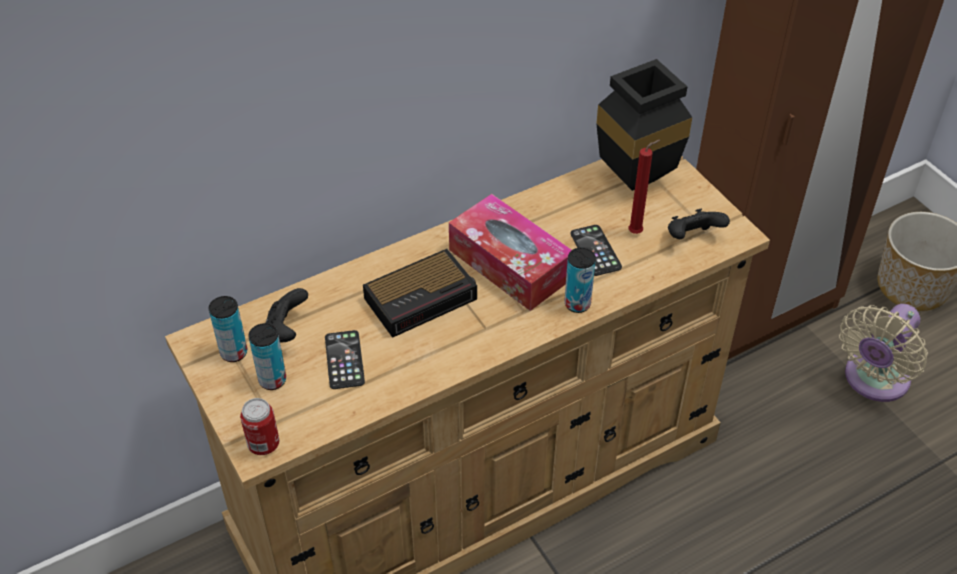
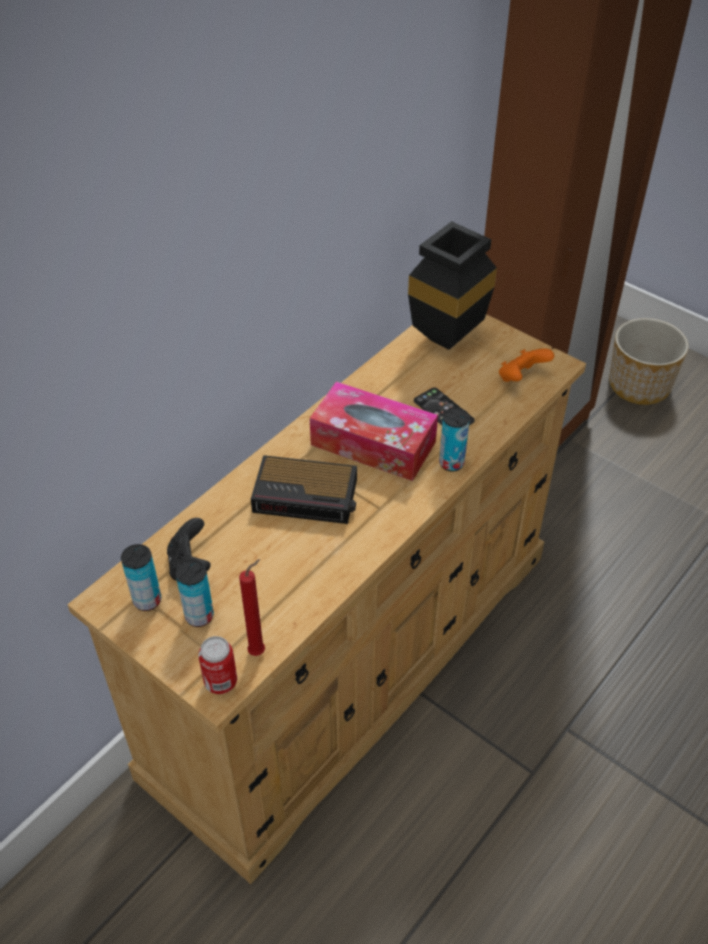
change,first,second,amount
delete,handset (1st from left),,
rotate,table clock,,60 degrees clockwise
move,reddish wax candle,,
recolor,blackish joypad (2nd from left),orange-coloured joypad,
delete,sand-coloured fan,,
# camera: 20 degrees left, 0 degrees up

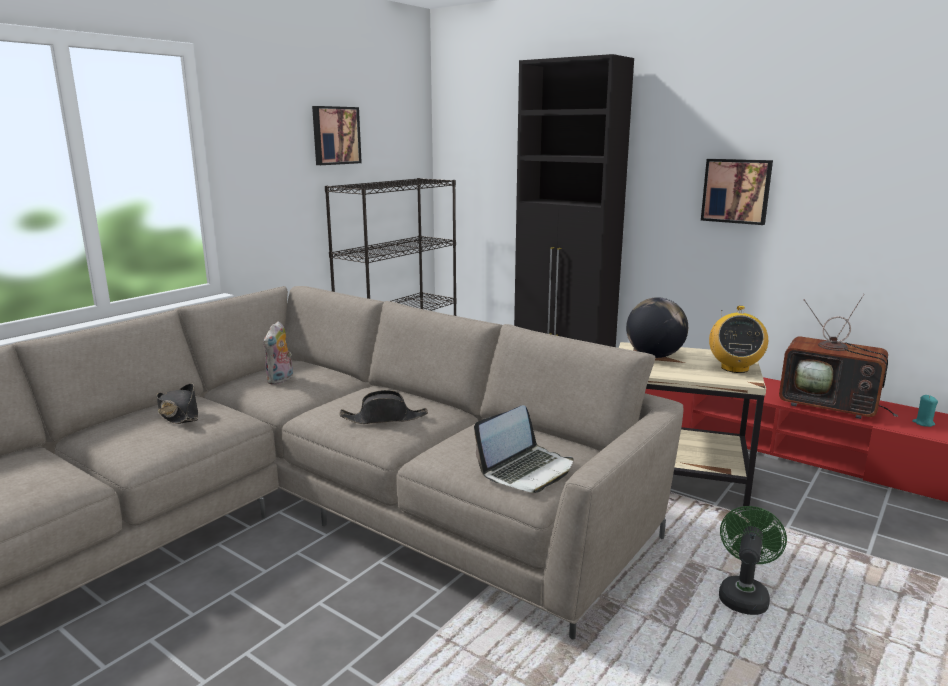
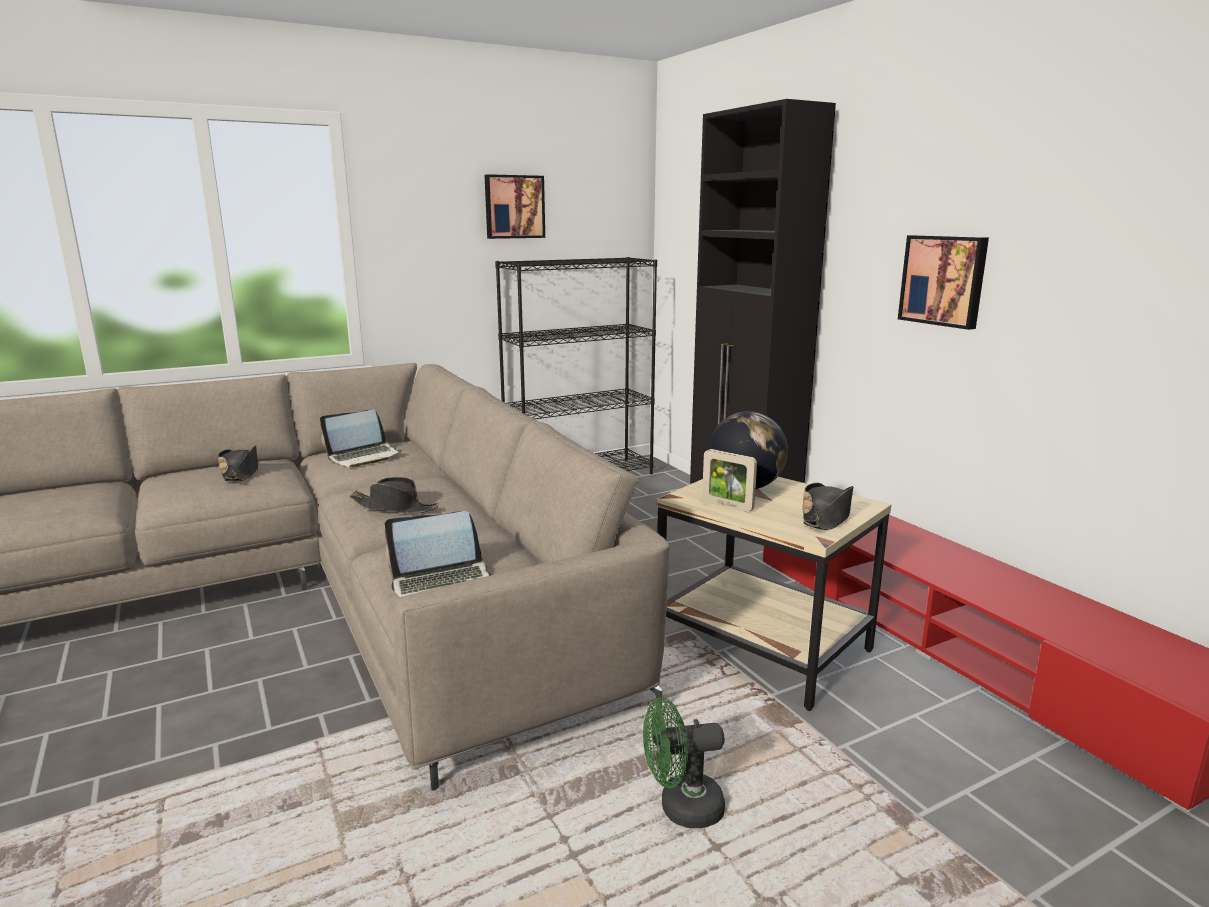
change,first,second,amount
replace,soft toy,notebook computer (1st from left),
replace,radio receiver,blackish hat (3rd from left),
rotate,green fan,,150 degrees counterclockwise
delete,TV,,
delete,turquoise wax candle,,
insert,,picture frame,
# camera: 25 degrees right, 0 degrees up

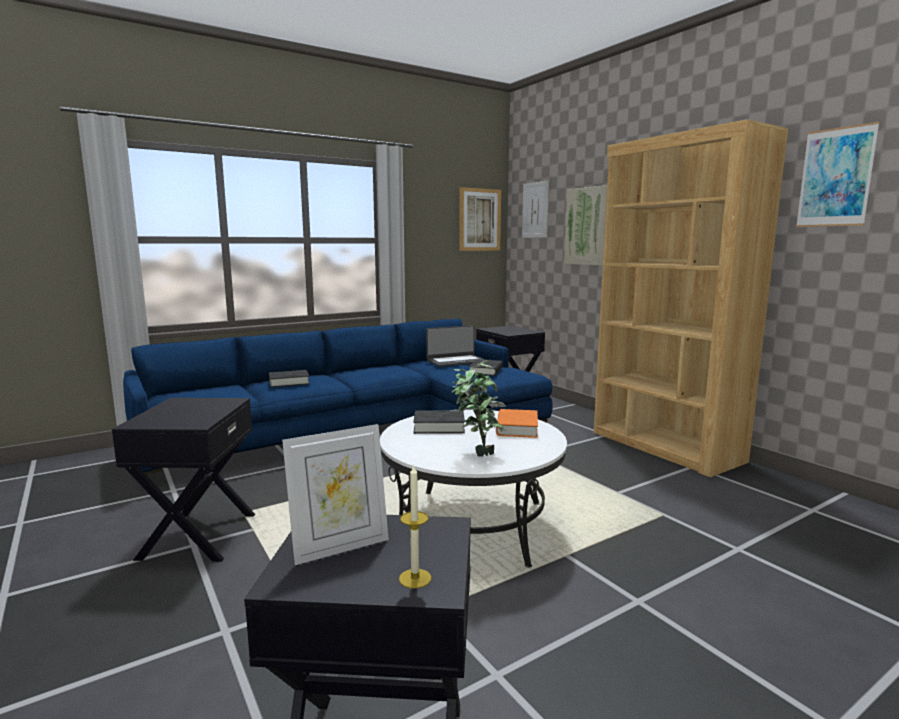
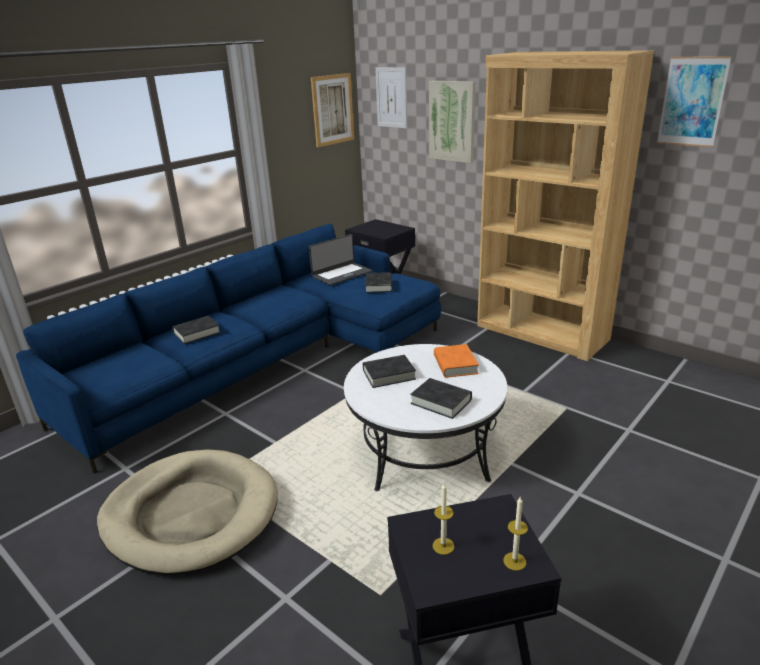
change,first,second,amount
replace,blackish side table (1st from left),sand-coloured pet bed,
replace,picture frame,wax candle (1st from left),
replace,houseplant,blackish volume (4th from left),
# camera: 15 degrees left, 15 degrees up

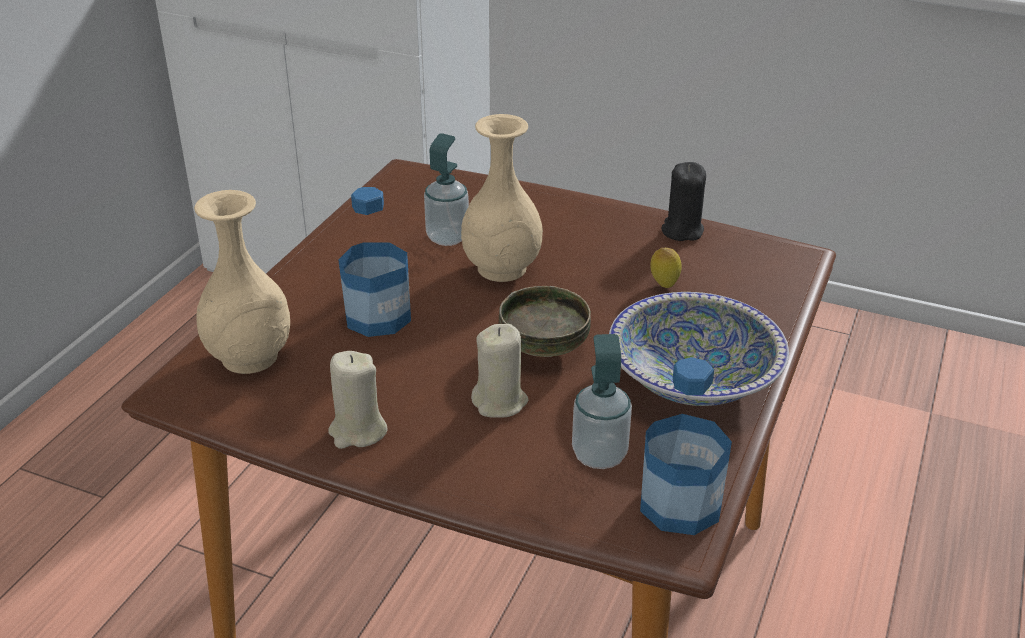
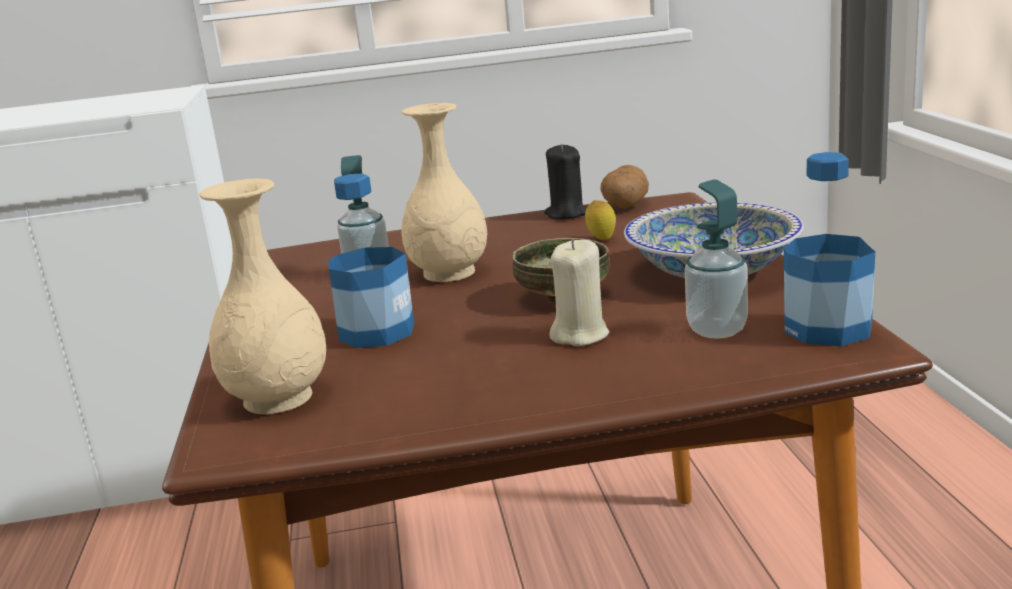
change,first,second,amount
delete,sand-coloured wax candle (1st from left),,
insert,,spud,
# camera: 30 degrees left, 15 degrees down

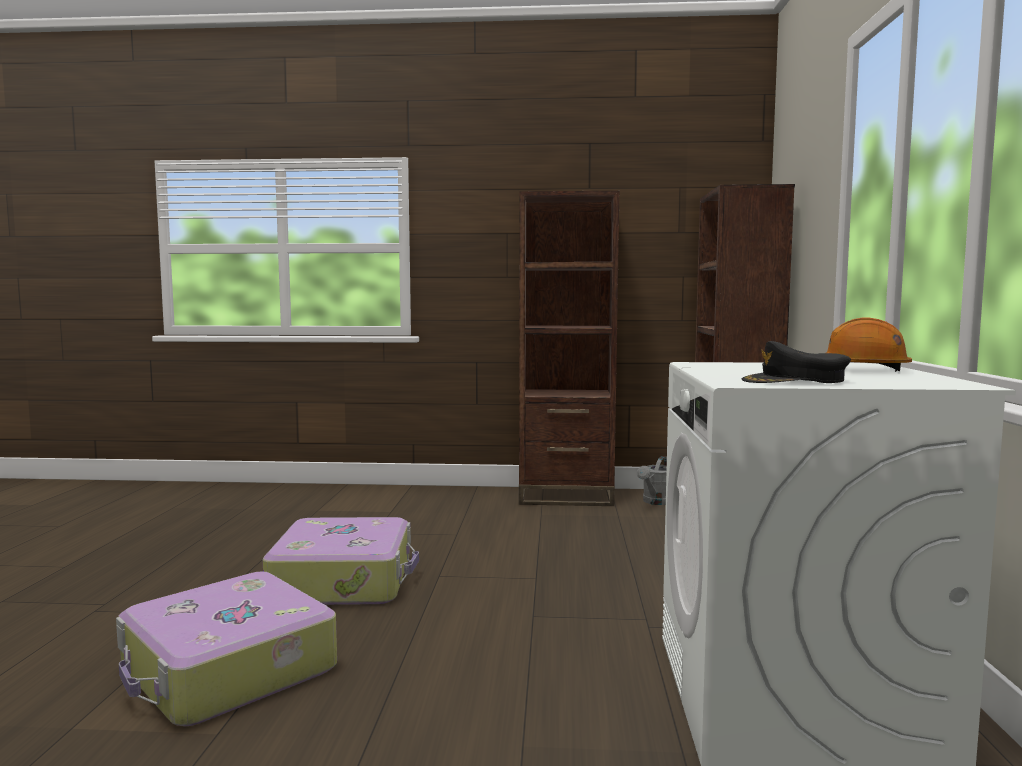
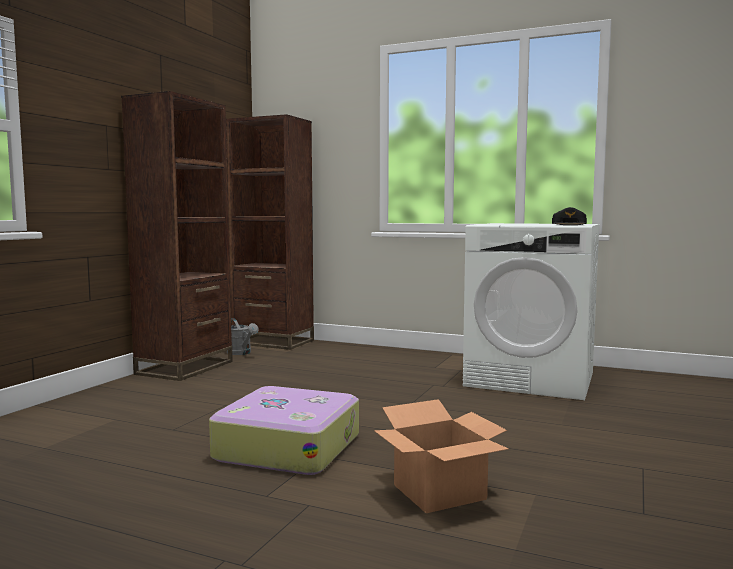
change,first,second,amount
replace,travel case (1st from left),packing box,
delete,orange-coloured work helmet,,
# camera: 70 degrees left, 0 degrees up

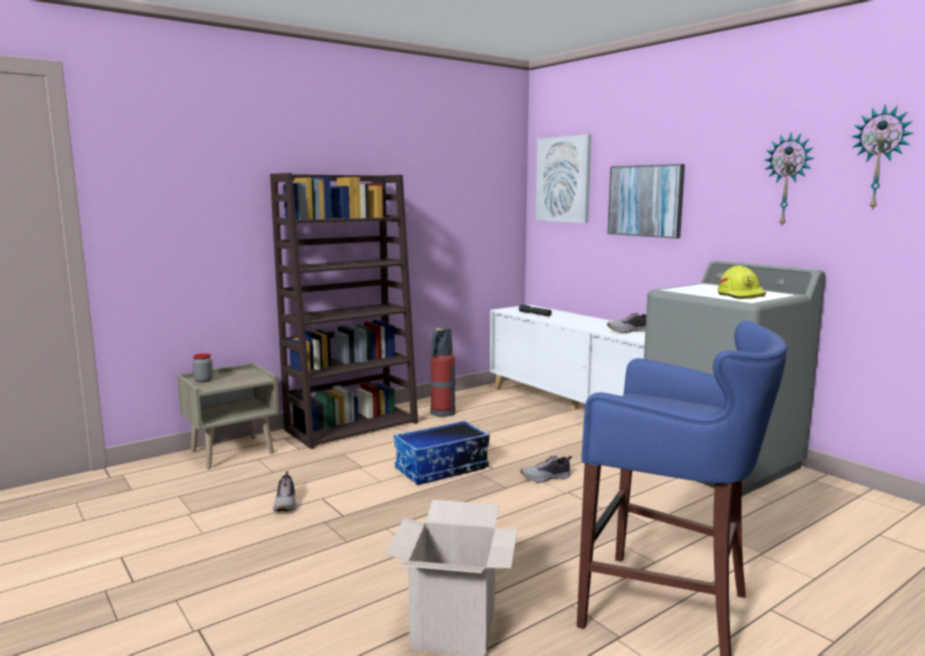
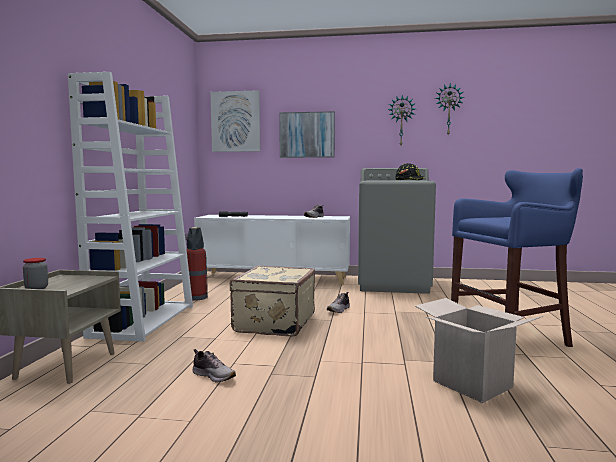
change,first,second,amount
recolor,brownish bookcase,whitish bookcase,
replace,storage box,sand-coloured travel case,
recolor,yellowish work helmet,blackish work helmet,
# camera: 45 degrees left, 5 degrees down

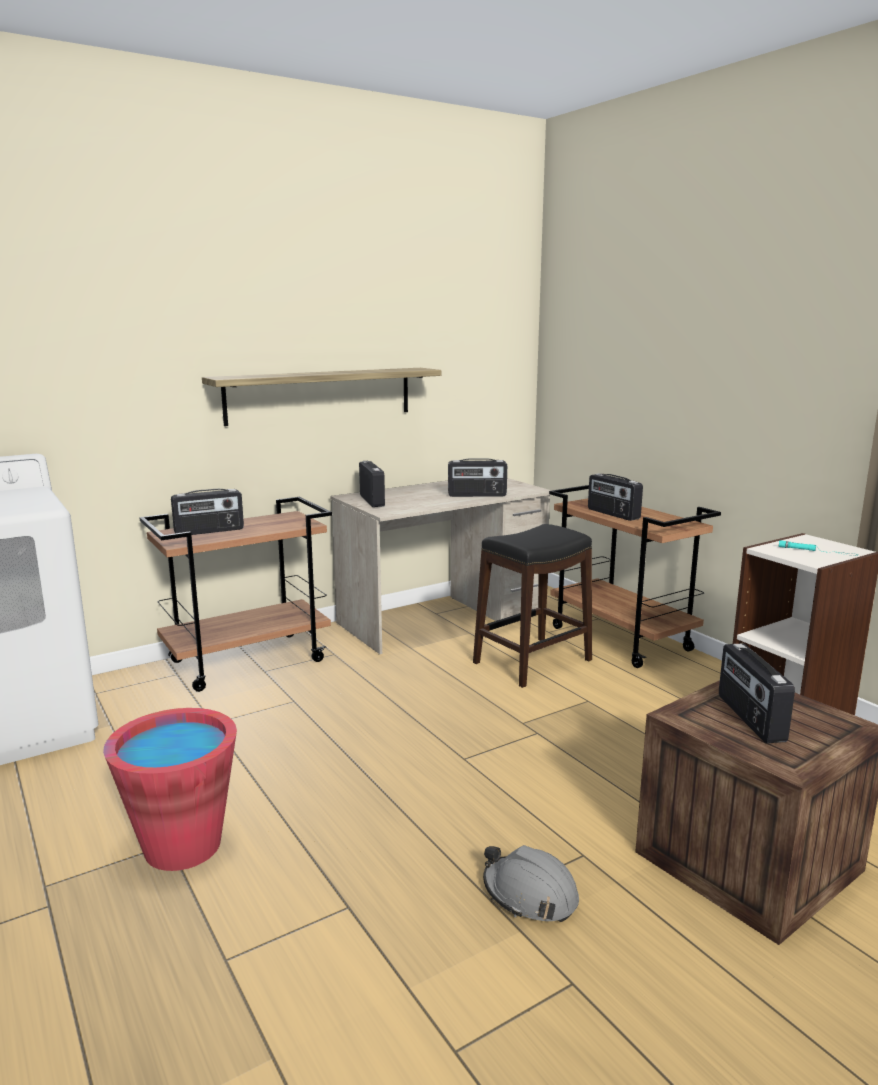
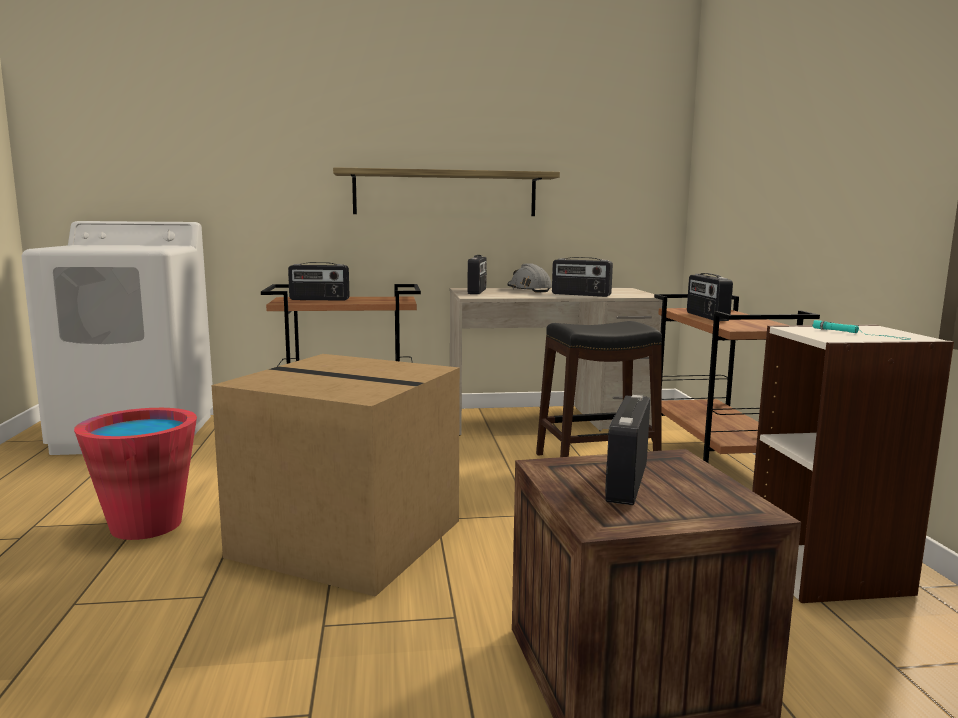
change,first,second,amount
move,grey work helmet,,
insert,,packing box,
# camera: 25 degrees right, 5 degrees down

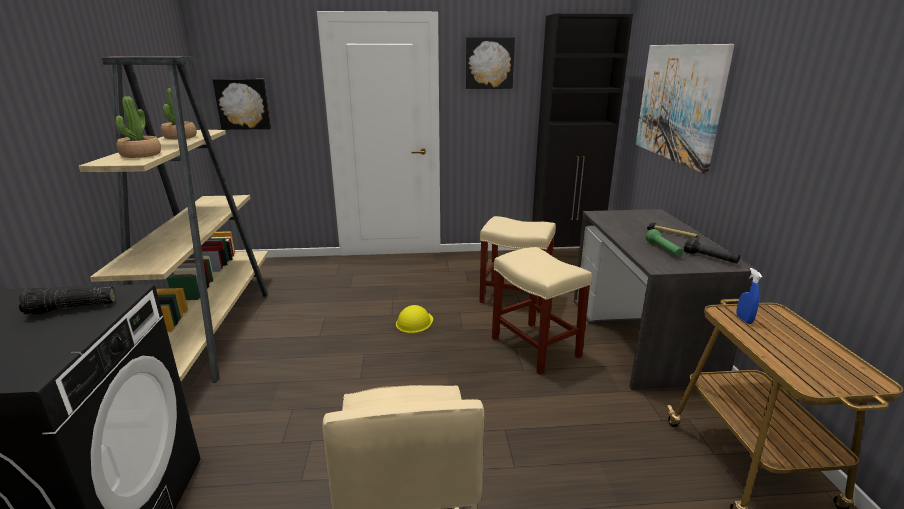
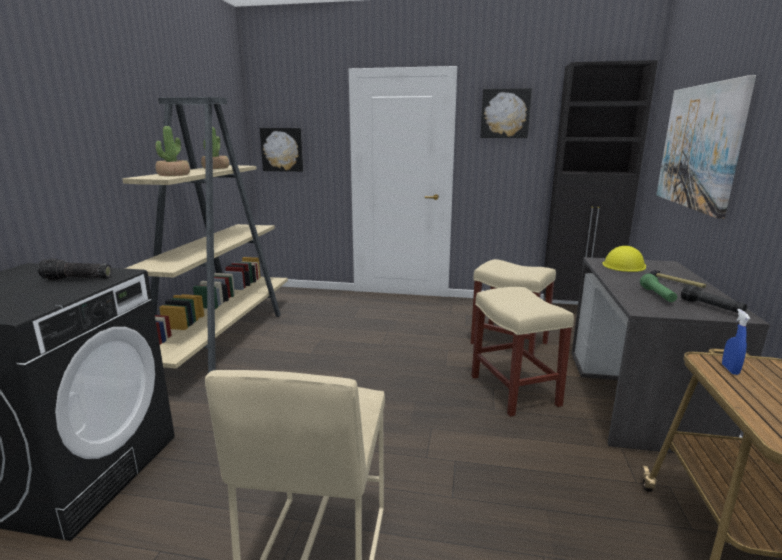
change,first,second,amount
move,yellowish work helmet,,
# camera: 15 degrees right, 5 degrees down

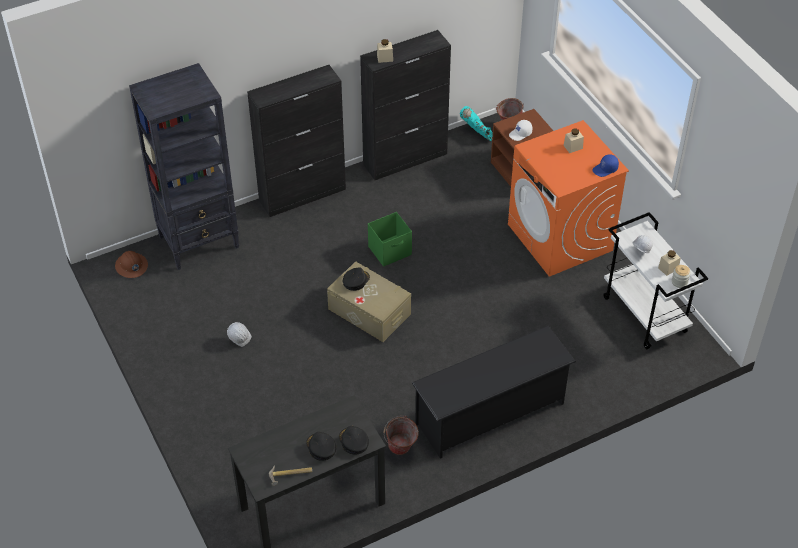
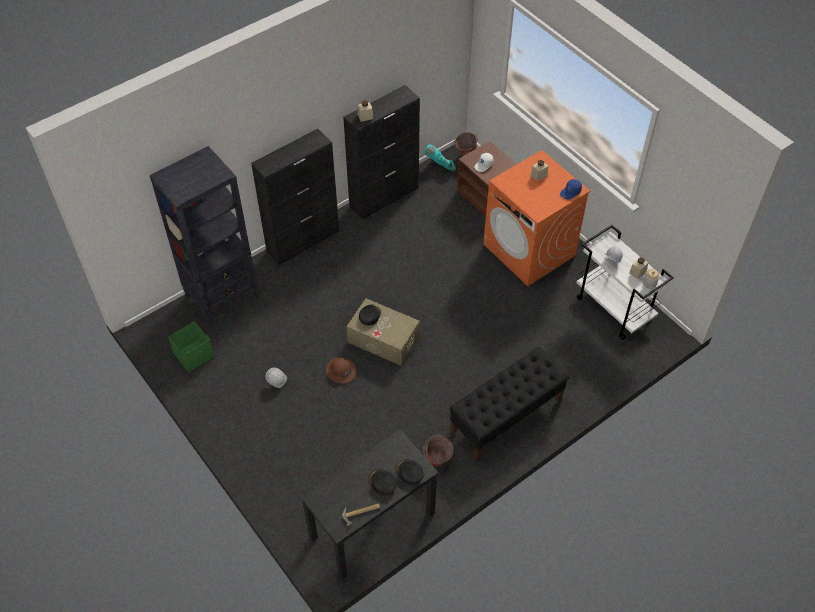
change,first,second,amount
move,brownish work helmet,,
move,green storage box,,
replace,blackish shoe rack,blackish indoor bench,
# camera: 10 degrees left, 5 degrees up

